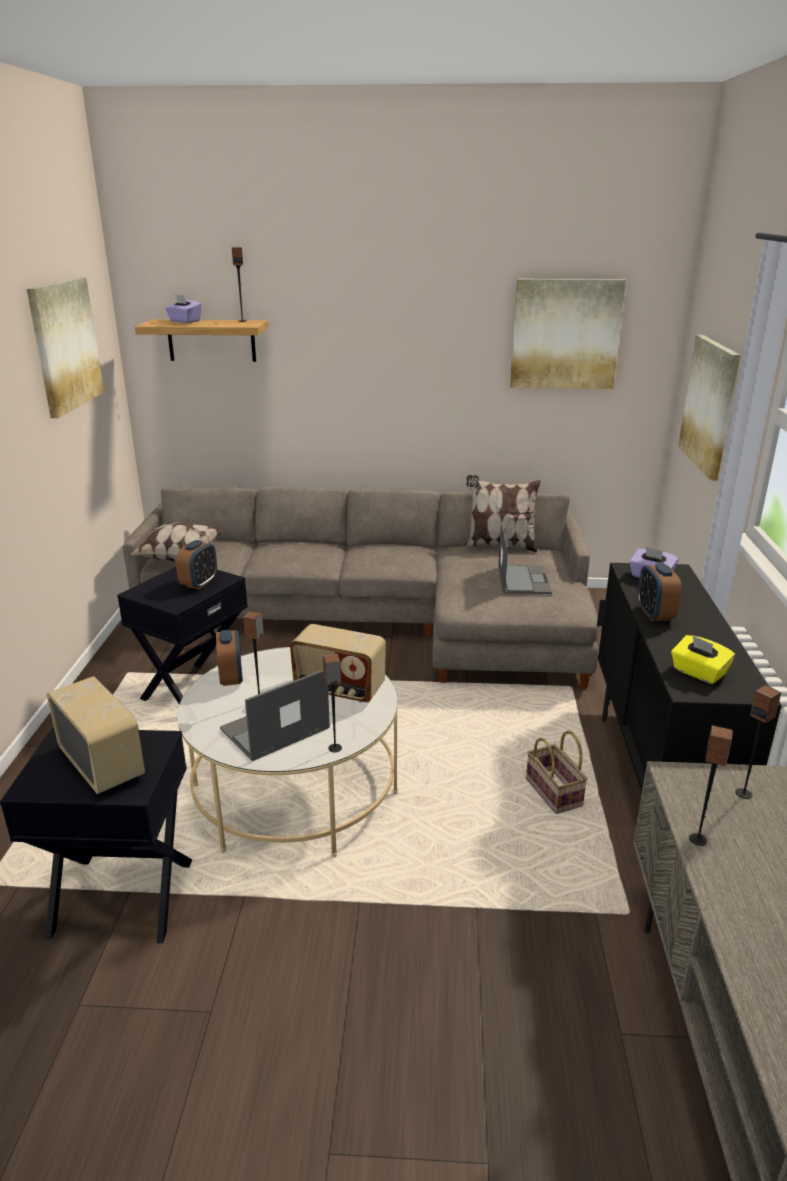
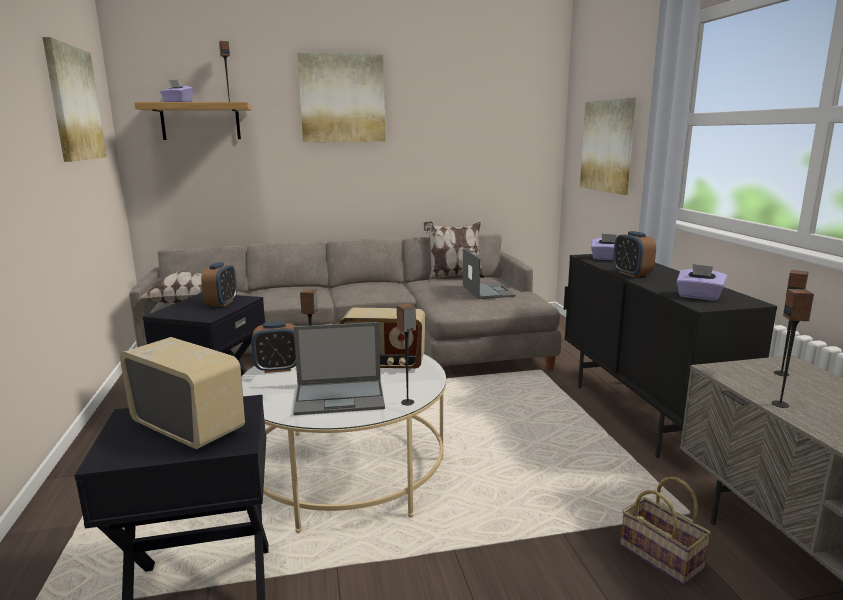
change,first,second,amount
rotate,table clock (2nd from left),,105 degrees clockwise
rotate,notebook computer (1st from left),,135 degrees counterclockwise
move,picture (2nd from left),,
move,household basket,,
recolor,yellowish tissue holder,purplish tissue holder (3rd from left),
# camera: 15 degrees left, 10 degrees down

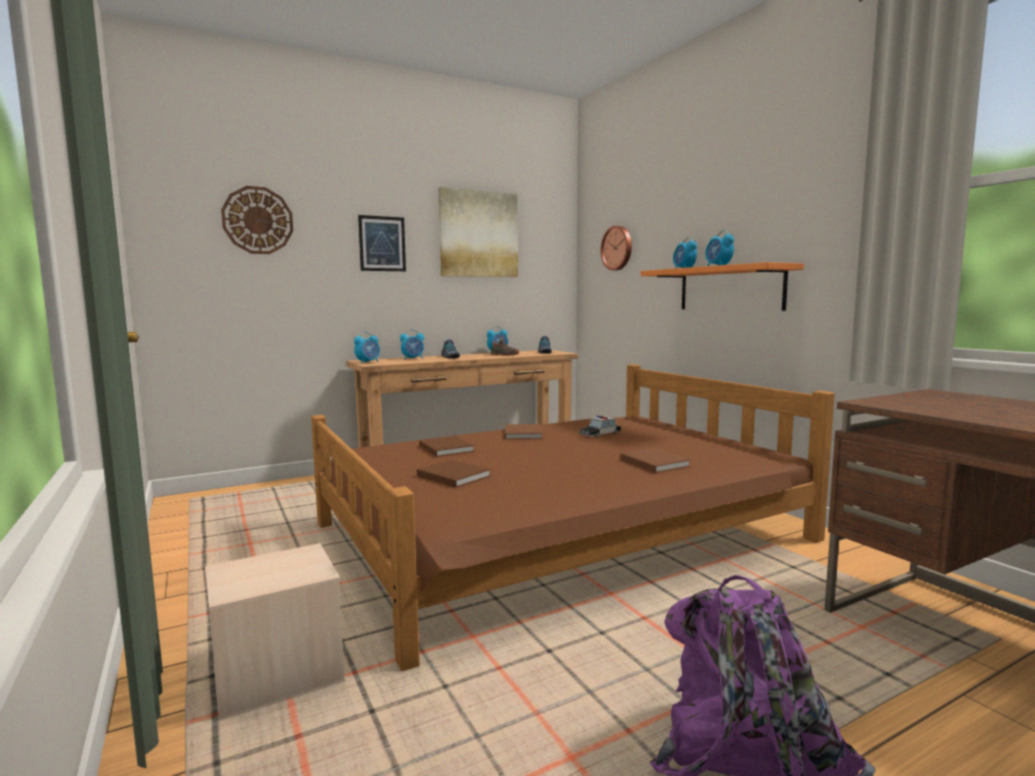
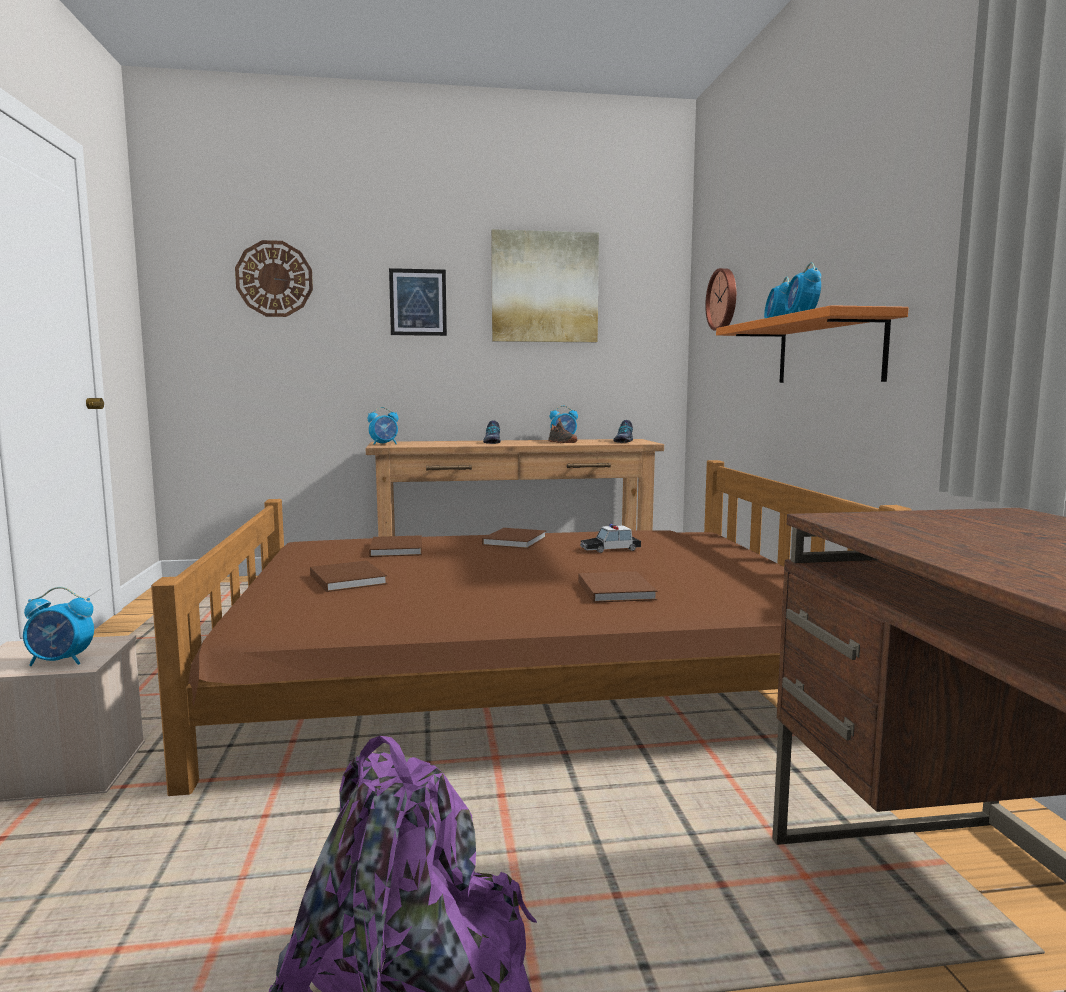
change,first,second,amount
move,table clock (2nd from left in the first image),table clock (1st from left),
# camera: 20 degrees right, 0 degrees up

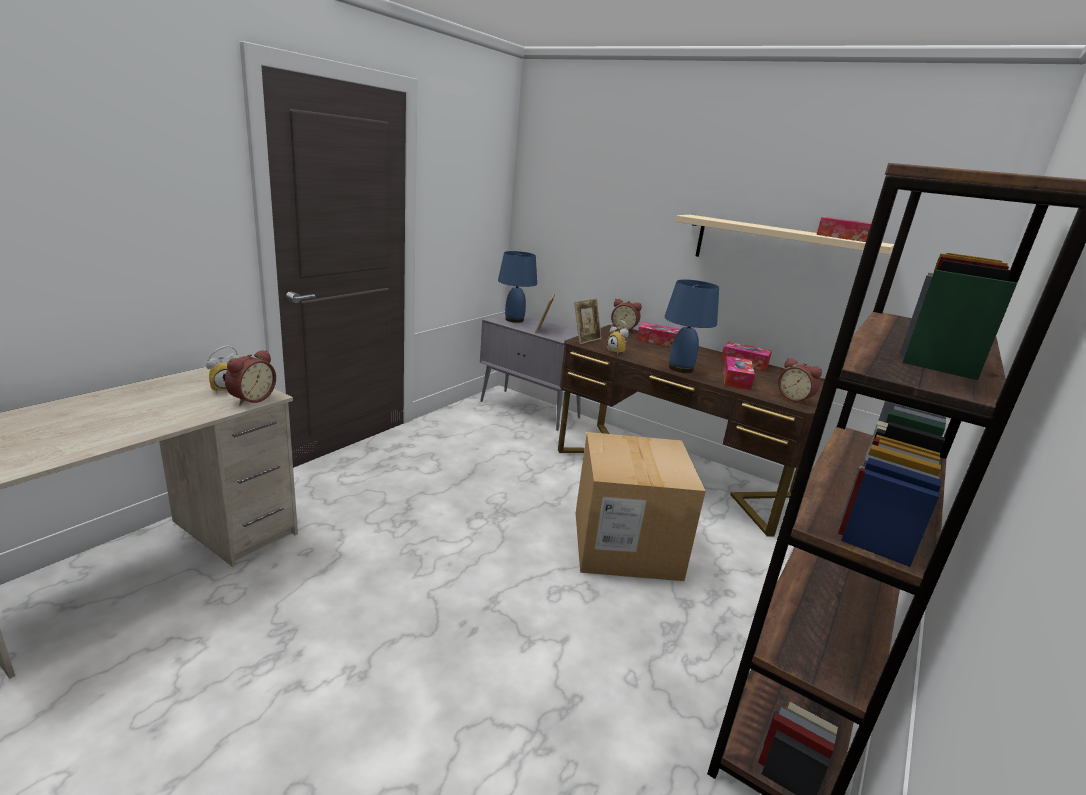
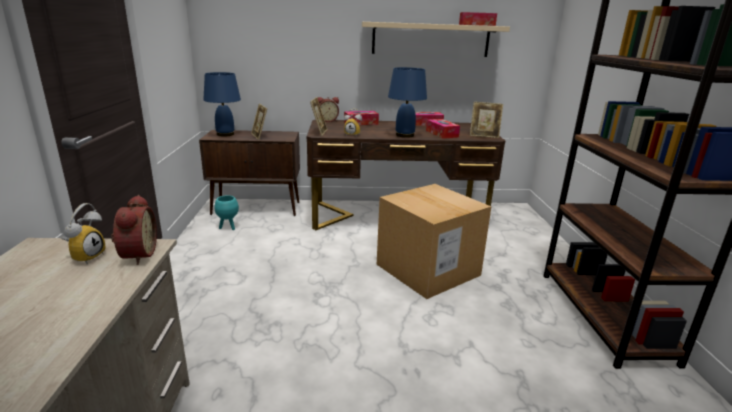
change,first,second,amount
recolor,grey cupboard,brownish cupboard,
replace,table clock (5th from left),picture frame (3rd from left),
insert,,turquoise flower pot,
# camera: 35 degrees left, 0 degrees up

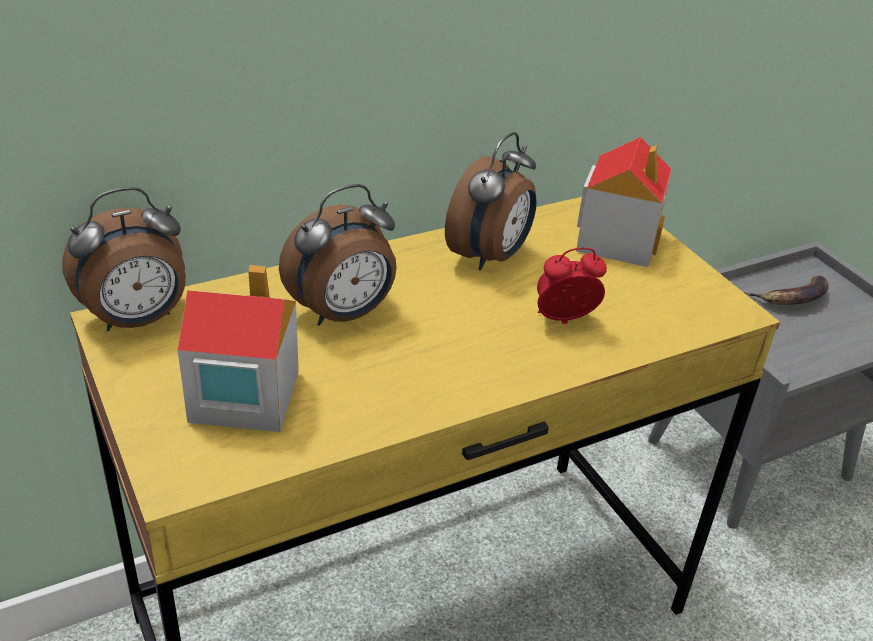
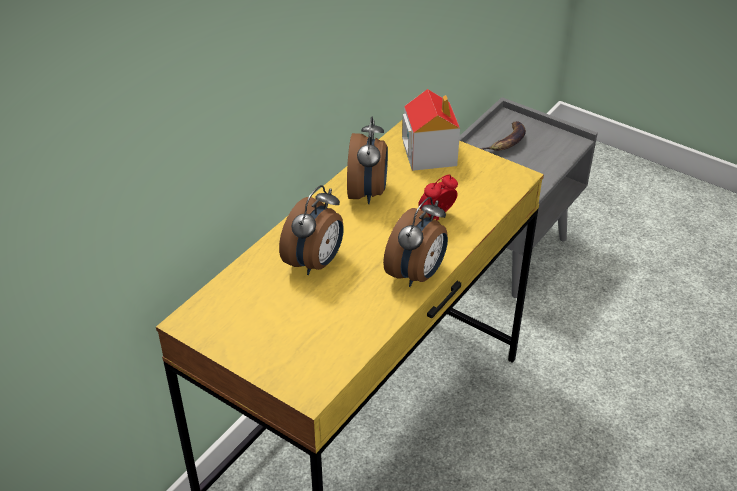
change,first,second,amount
move,table clock (1st from left in the first image),table clock (3rd from left),
delete,toy house (1st from left),,
# camera: 25 degrees left, 5 degrees up

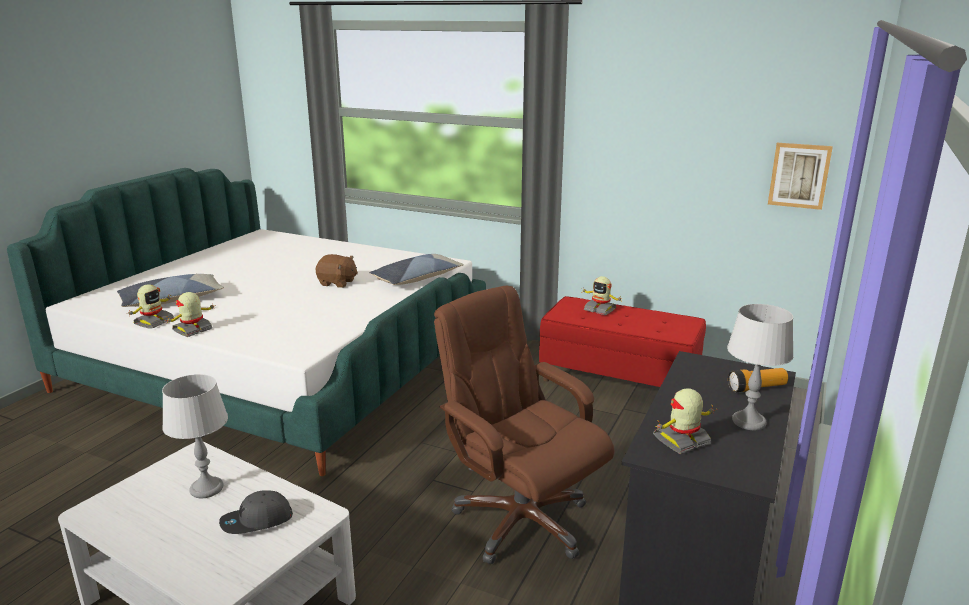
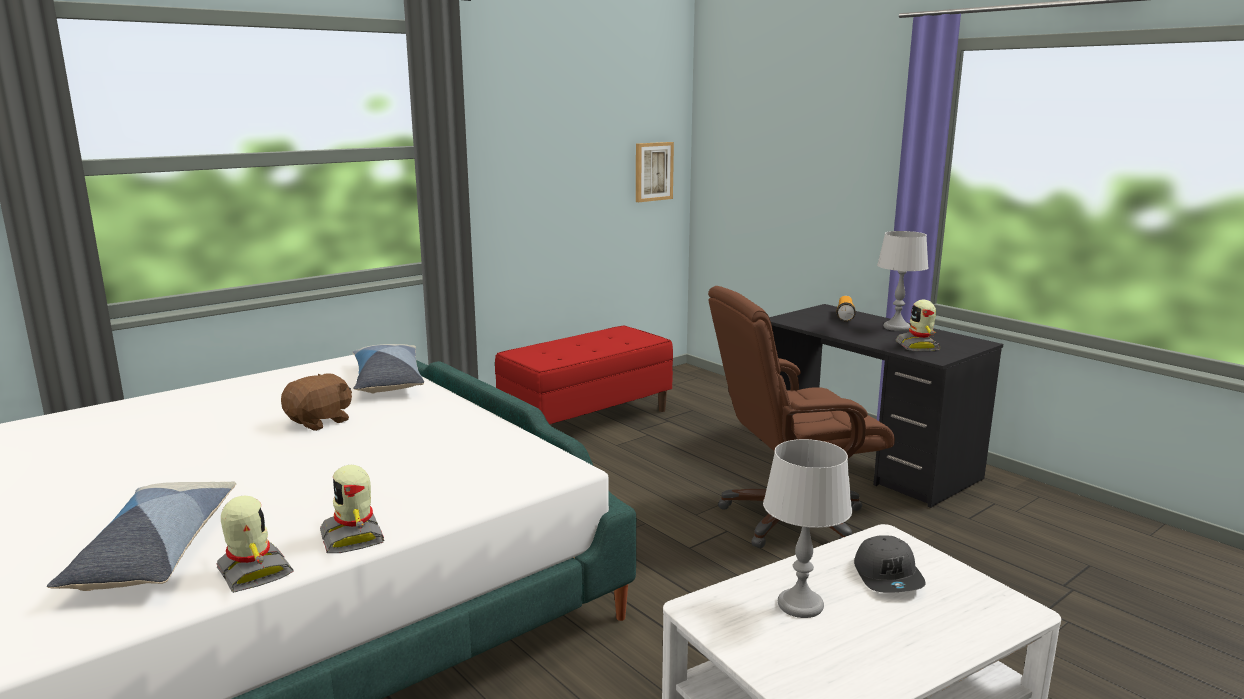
change,first,second,amount
delete,toy robot (3rd from left),,
# camera: 65 degrees left, 5 degrees down

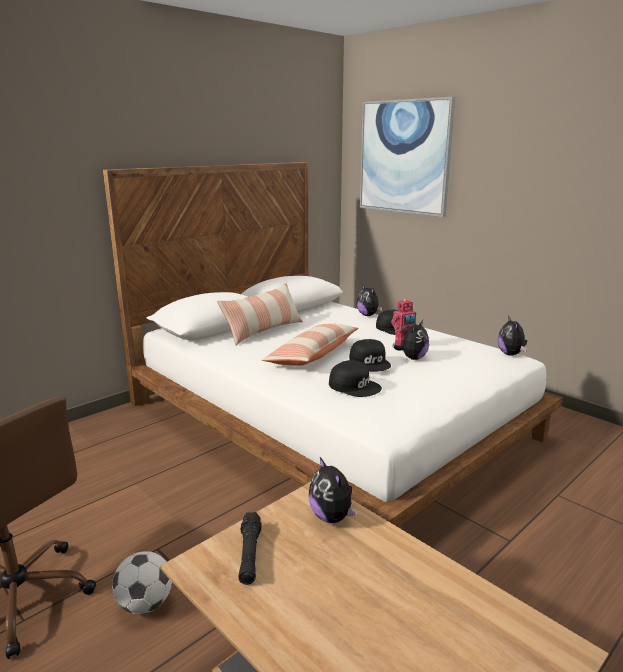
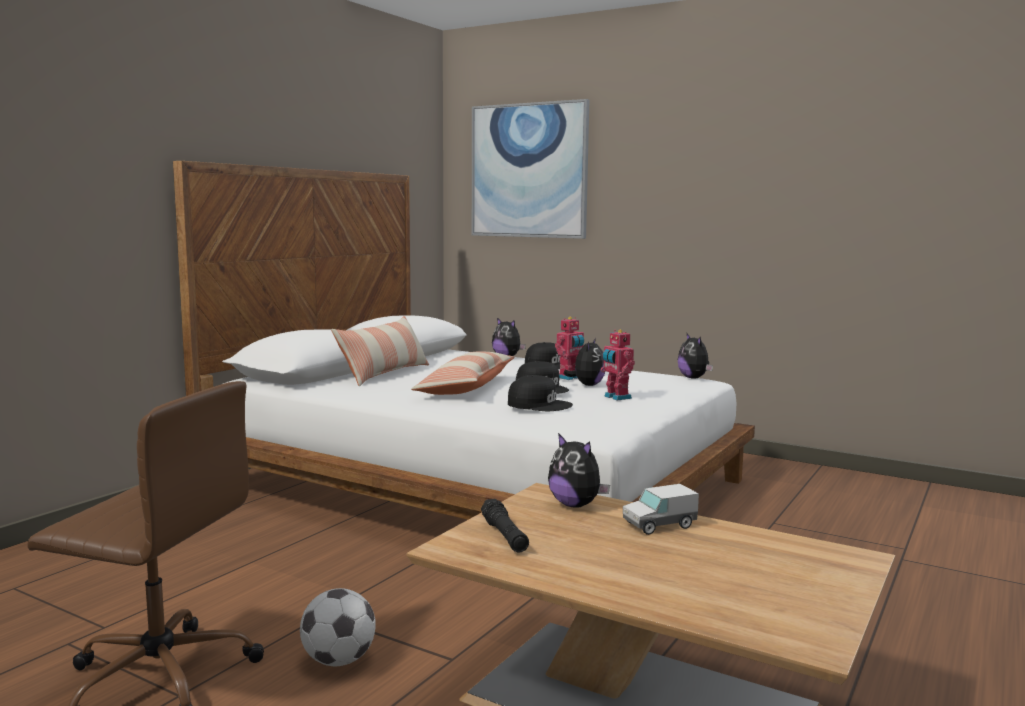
change,first,second,amount
insert,,toy robot (2nd from left),
insert,,model truck,
# camera: 15 degrees left, 10 degrees down

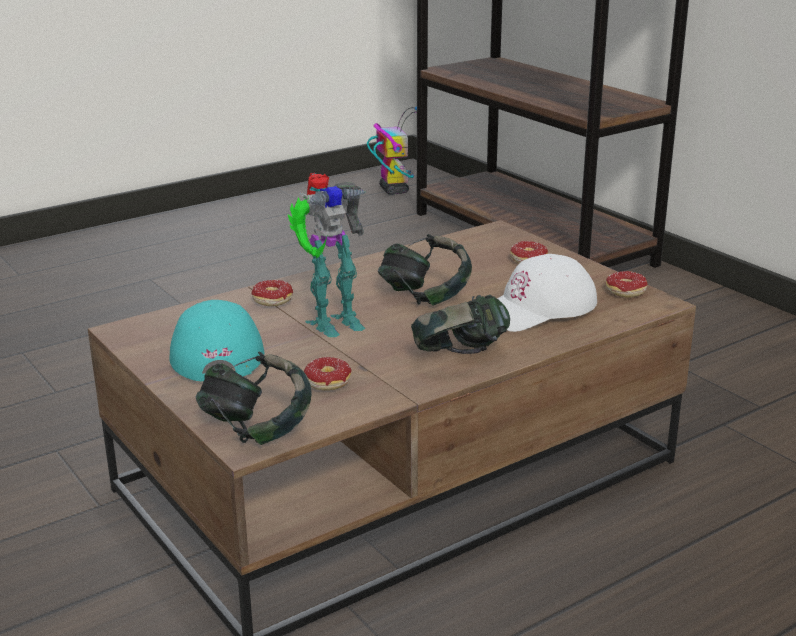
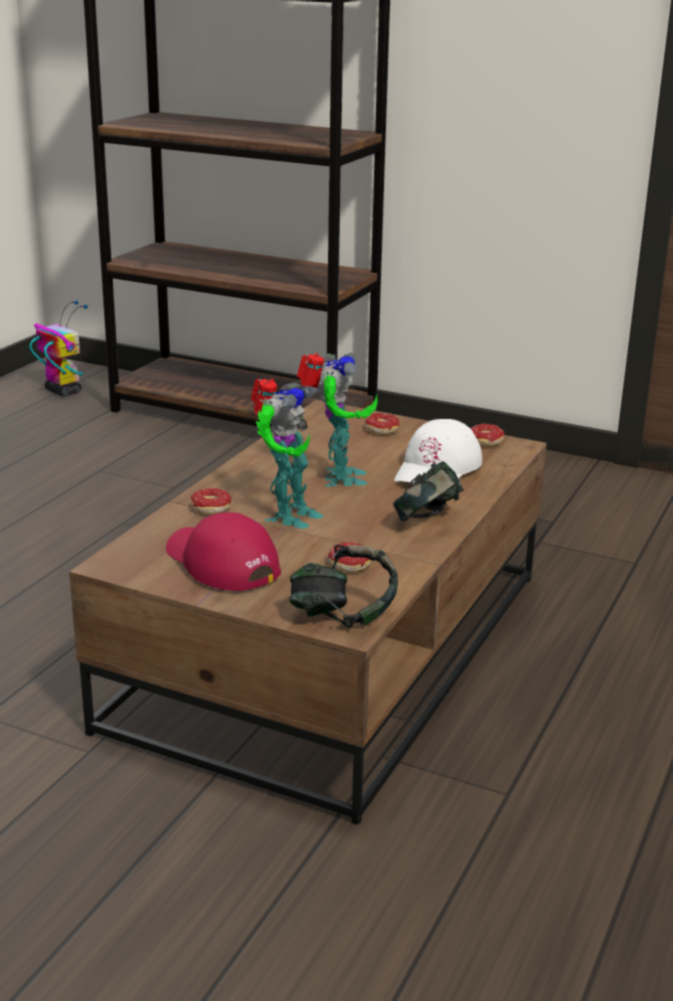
change,first,second,amount
recolor,turquoise peaked cap,reddish peaked cap,
replace,headset (2nd from left),toy robot (3rd from left),
# camera: 30 degrees left, 0 degrees up

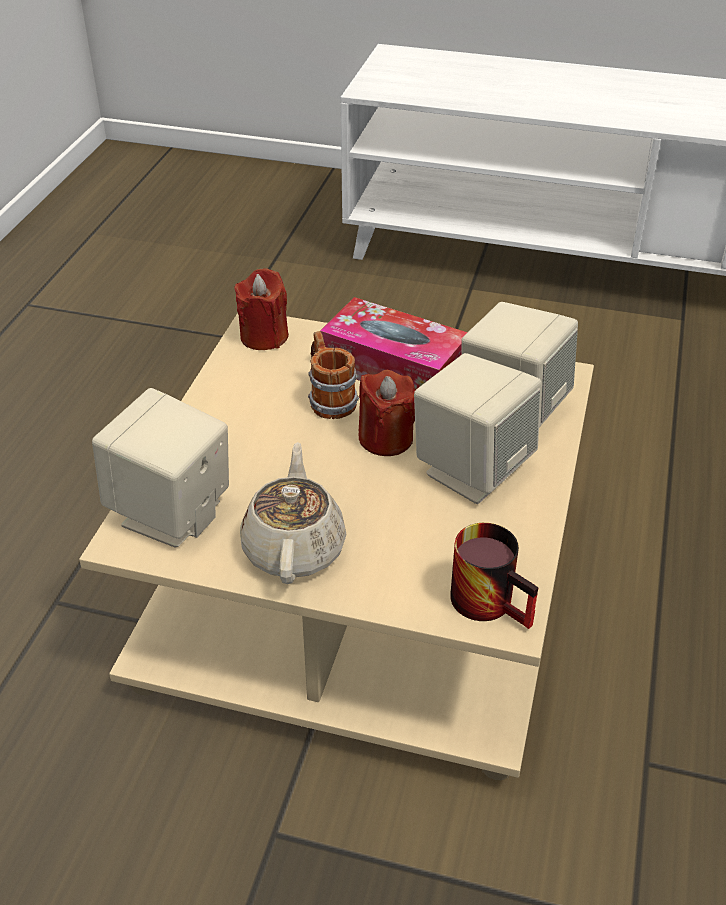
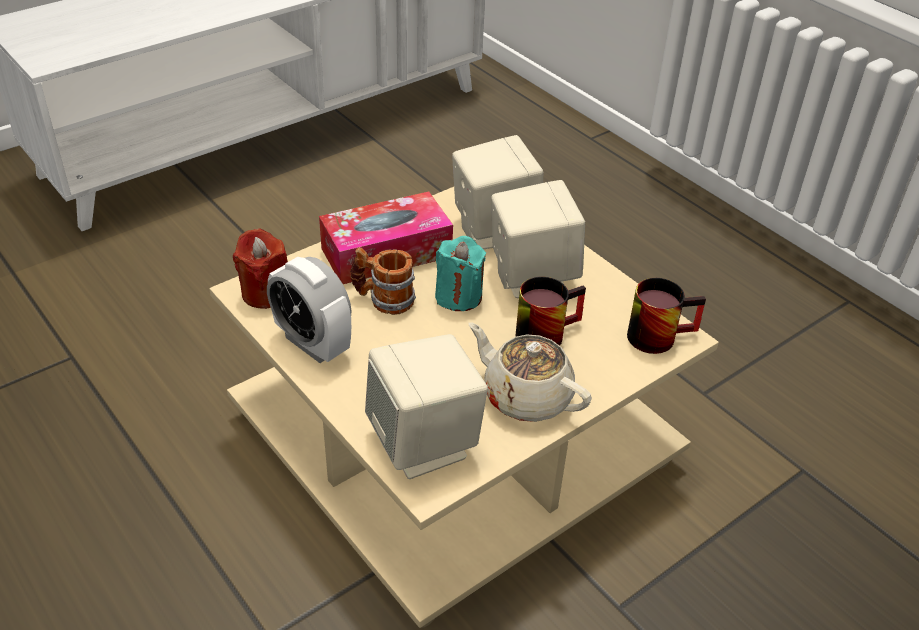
change,first,second,amount
recolor,reddish wax candle (2nd from left),turquoise wax candle,
insert,,table clock,
insert,,tea mug (2nd from left),
# camera: 55 degrees left, 0 degrees up

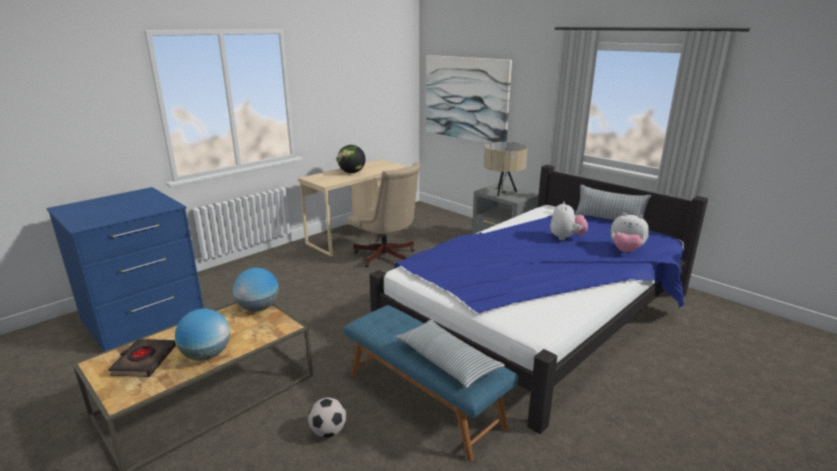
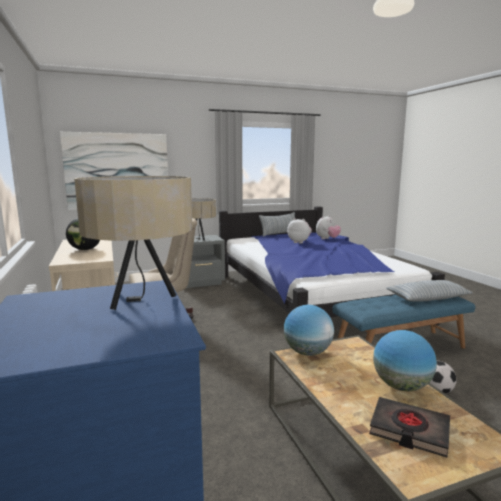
change,first,second,amount
insert,,sand-coloured tabletop lamp (1st from left),
# camera: 65 degrees left, 10 degrees down

